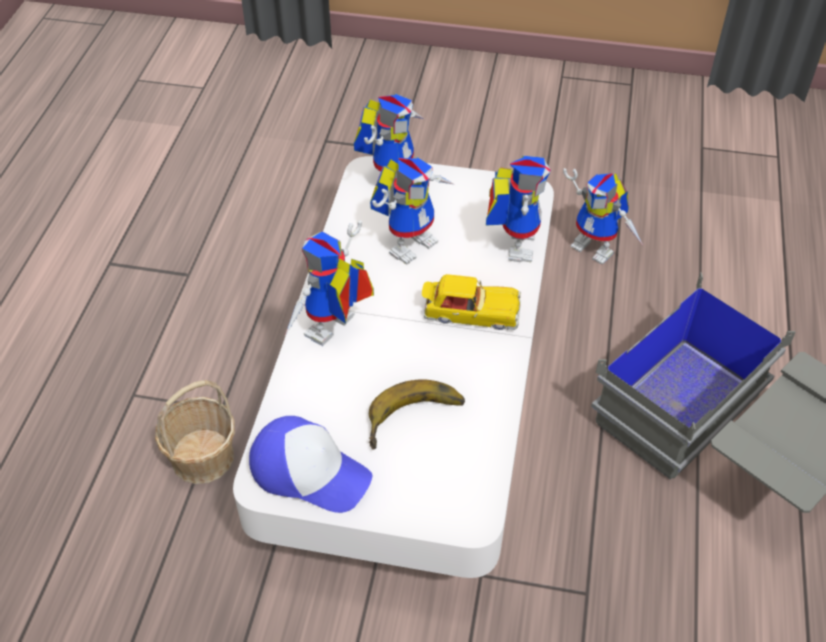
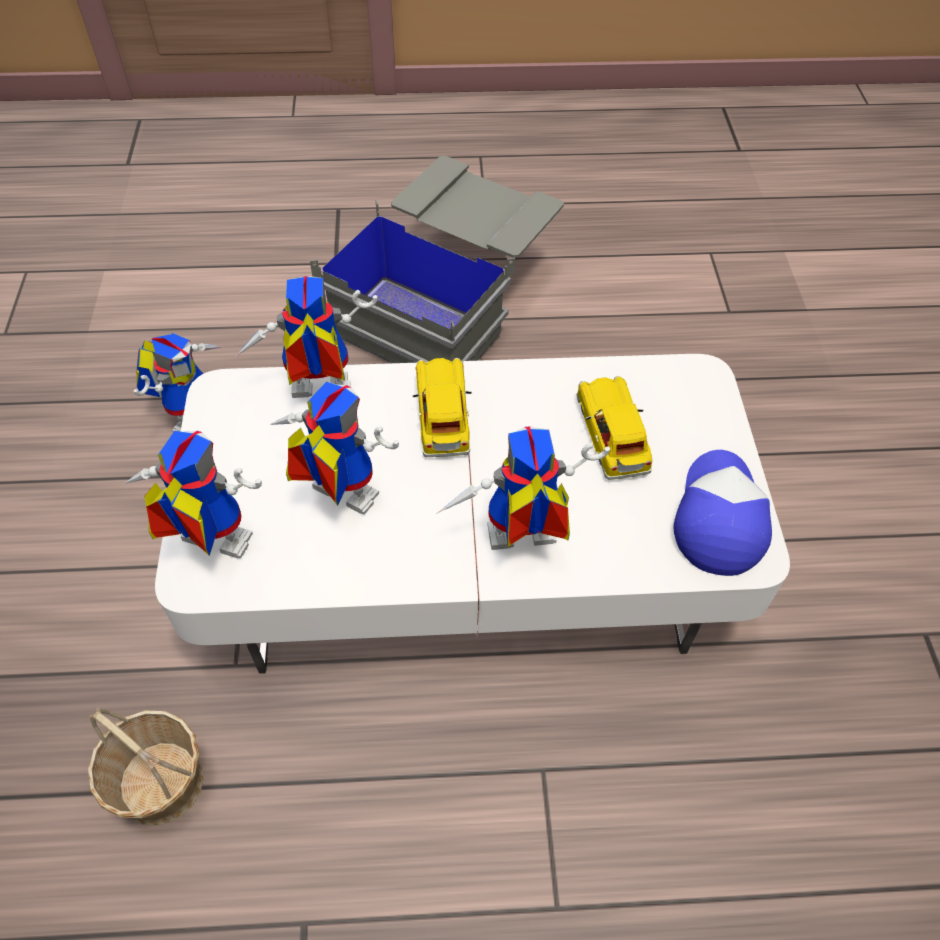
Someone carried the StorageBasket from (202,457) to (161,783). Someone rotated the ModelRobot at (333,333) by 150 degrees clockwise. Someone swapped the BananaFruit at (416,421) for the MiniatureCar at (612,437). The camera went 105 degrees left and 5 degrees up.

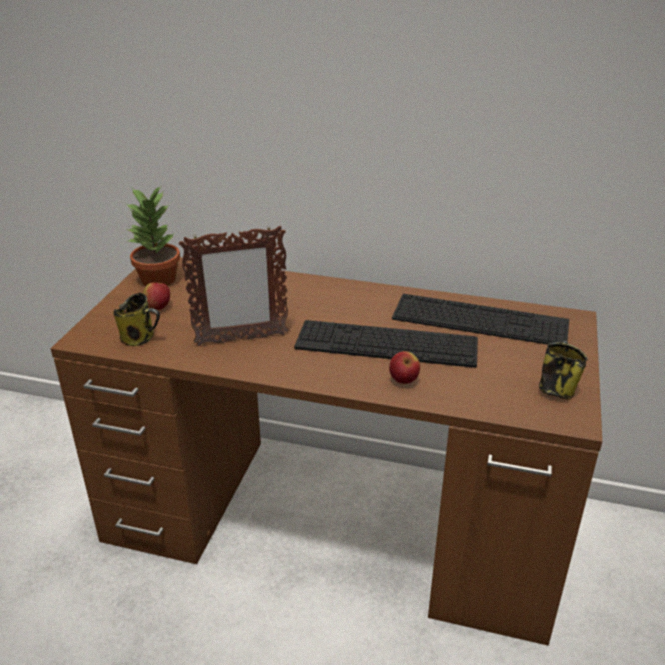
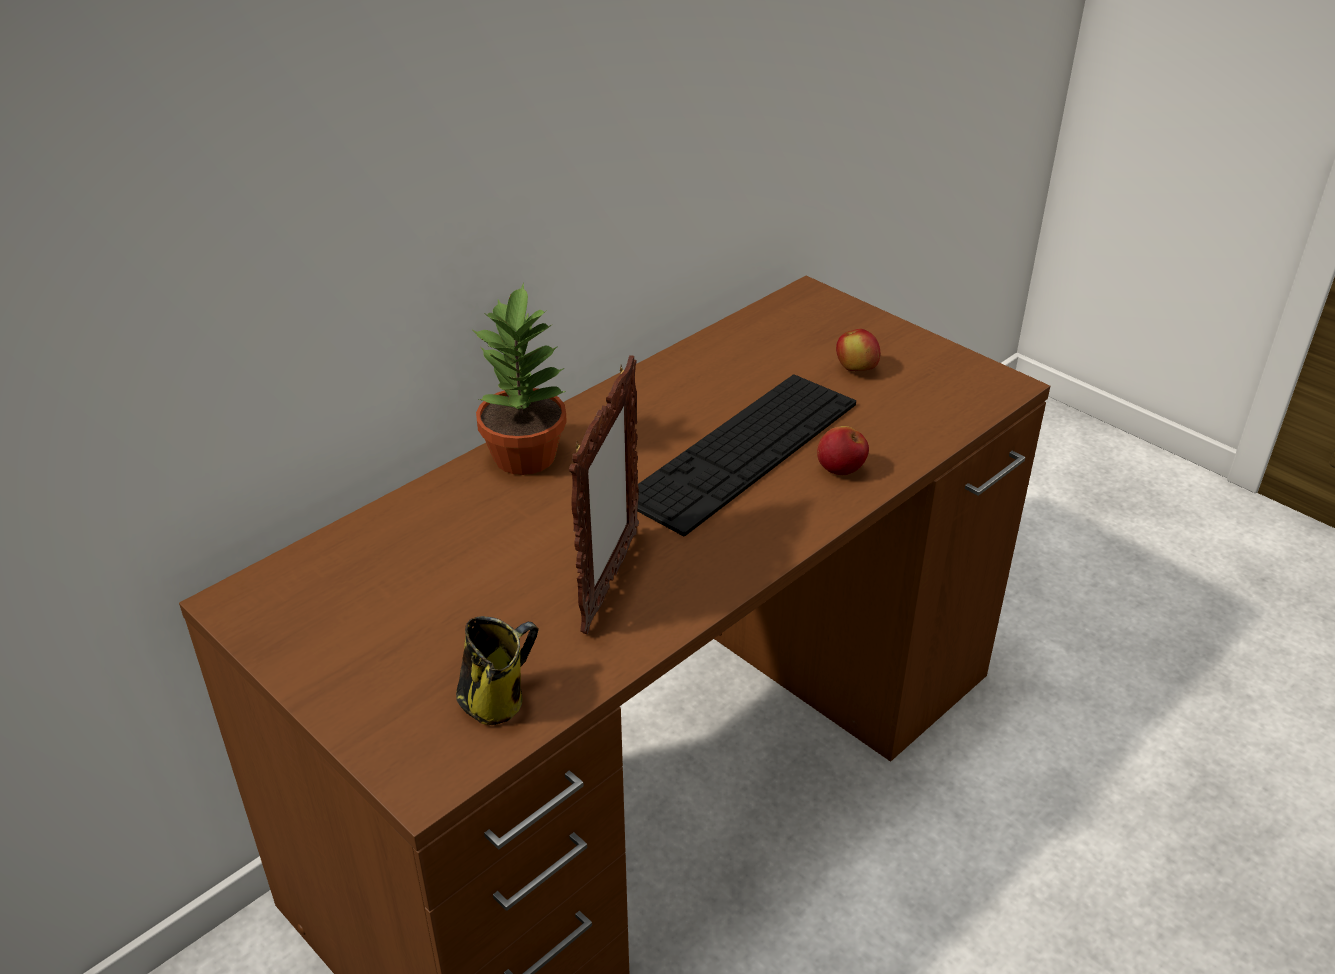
Someone carried the Houseplant from (159,280) to (526,456). Someone carried the AppleFruit from (158,307) to (856,369). Someone took away the Keyboard at (480,320). Someone took away the CoffeeMug at (556,389). The camera went 60 degrees left and 5 degrees up.

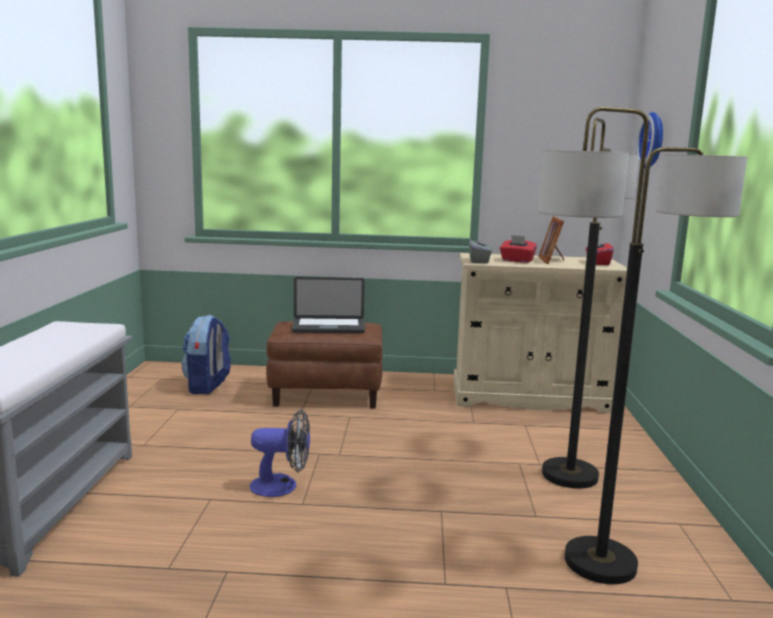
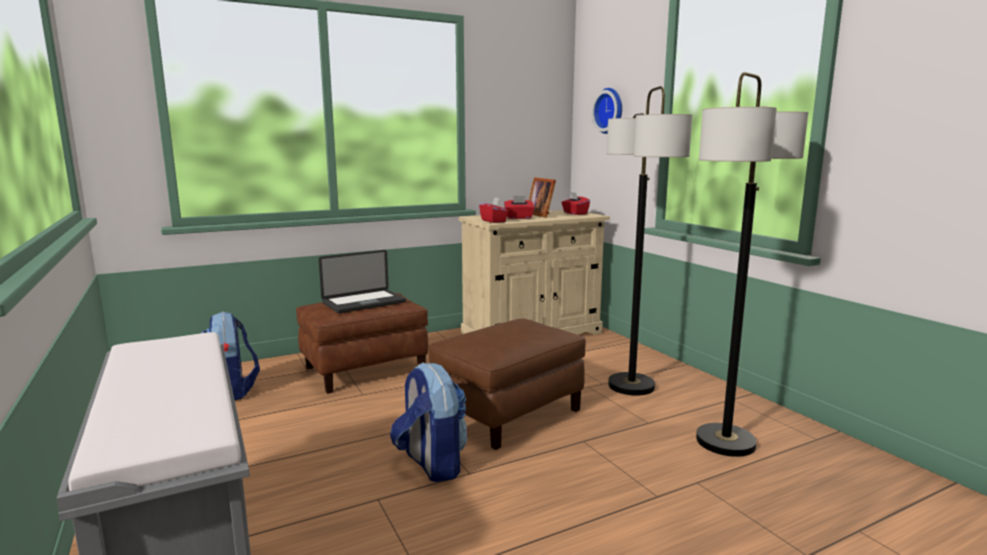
Someone swapped the CoolingFan at (282,486) for the Knapsack at (431,464). Someone put down the BrownColouredOttoman at (508,413). Someone repainted the GreyBoxOfTissues at (479,261), which became the RedColouredBoxOfTissues at (494,221). The camera went 30 degrees left and 0 degrees up.

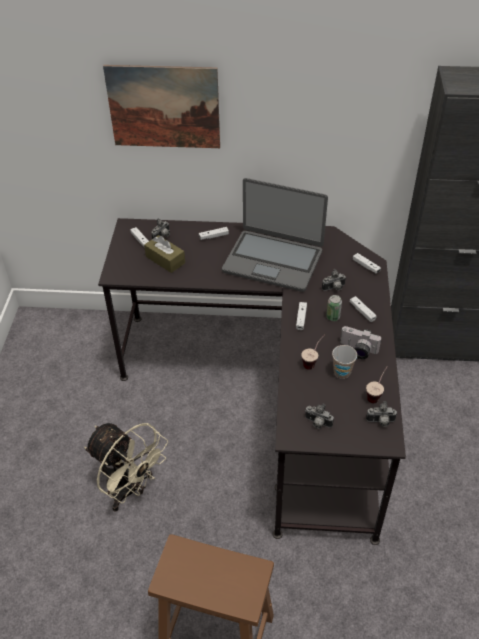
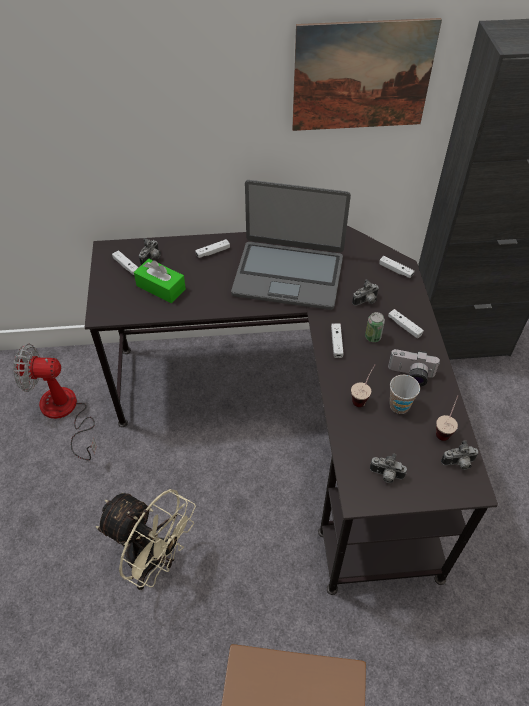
Someone put down the CoolingFan at (64,413). Someone repainted the BrownColouredBoxOfTissues at (165,260), which became the GreenBoxOfTissues at (161,287). Someone carried the WallArt from (164,107) to (362,76). The camera went 10 degrees left and 5 degrees up.

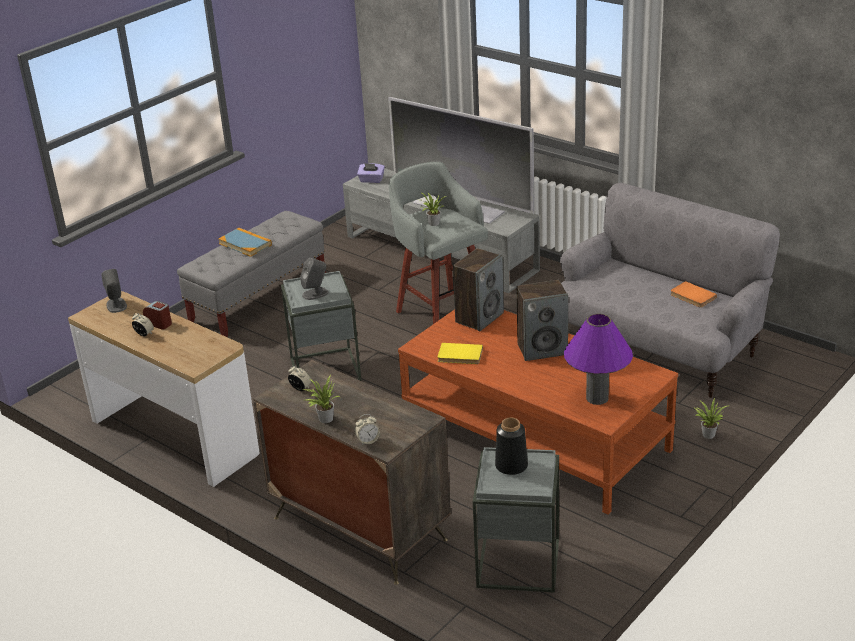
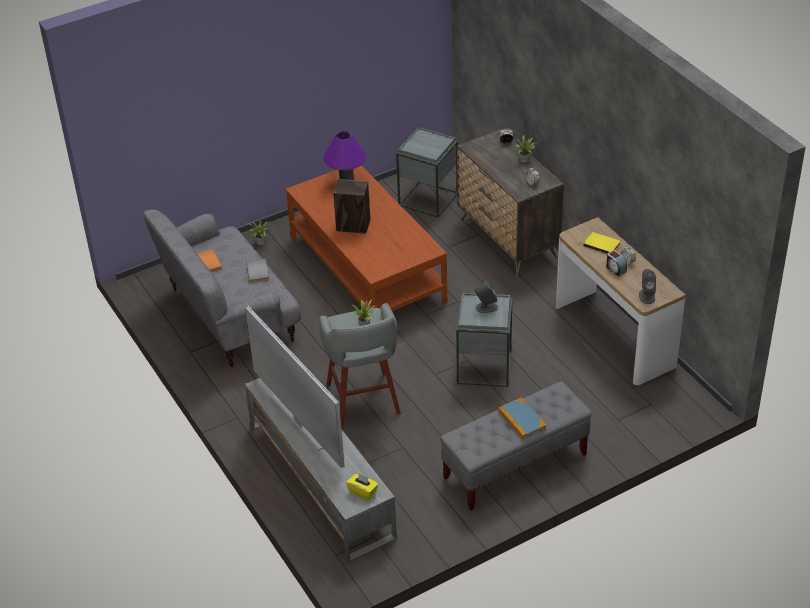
Someone put down the GreyBoundBook at (258,271). Someone repainted the PurpleBoxOfTissues at (371,180), which became the YellowBoxOfTissues at (363,491). Someone carried the YellowBoundBook from (460,356) to (602,244). Someone took away the Speaker at (479,317). Someone took away the BlackVase at (511,465). The camera went 160 degrees left and 10 degrees up.

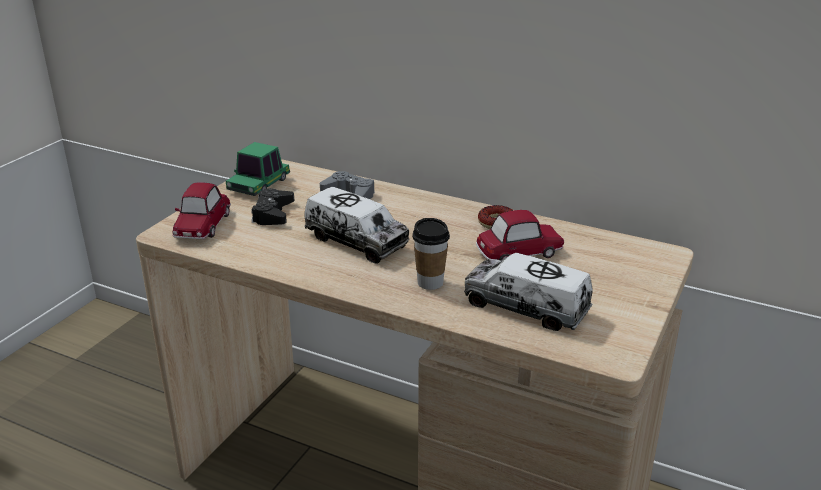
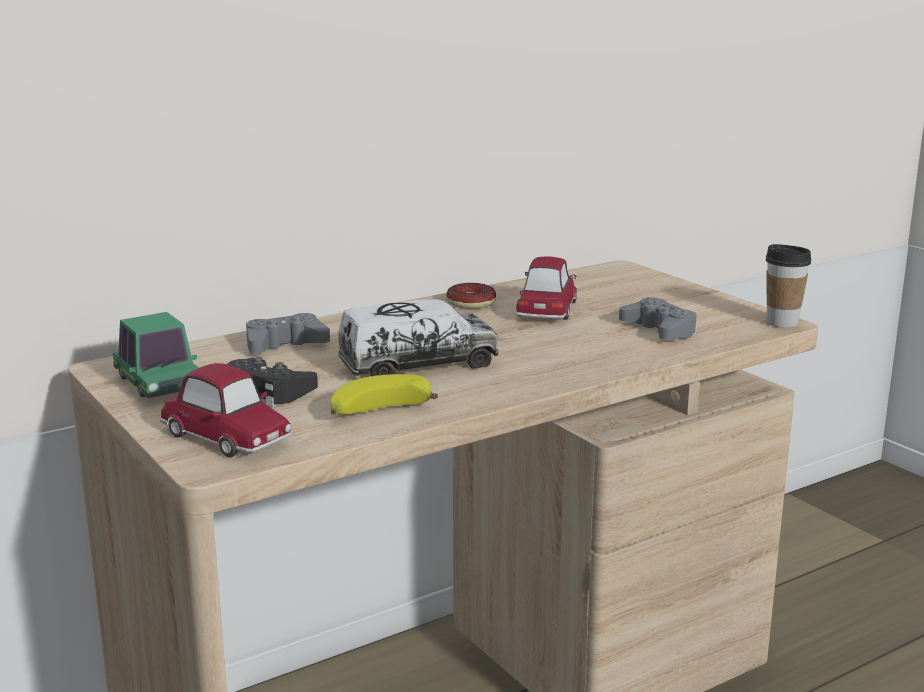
Someone put down the BananaFruit at (378,413). Someone swapped the ToyLorry at (526,307) for the GreyGamepad at (659,330). Someone carried the DrinkingCup from (430,283) to (782,323). The camera went 60 degrees left and 10 degrees down.

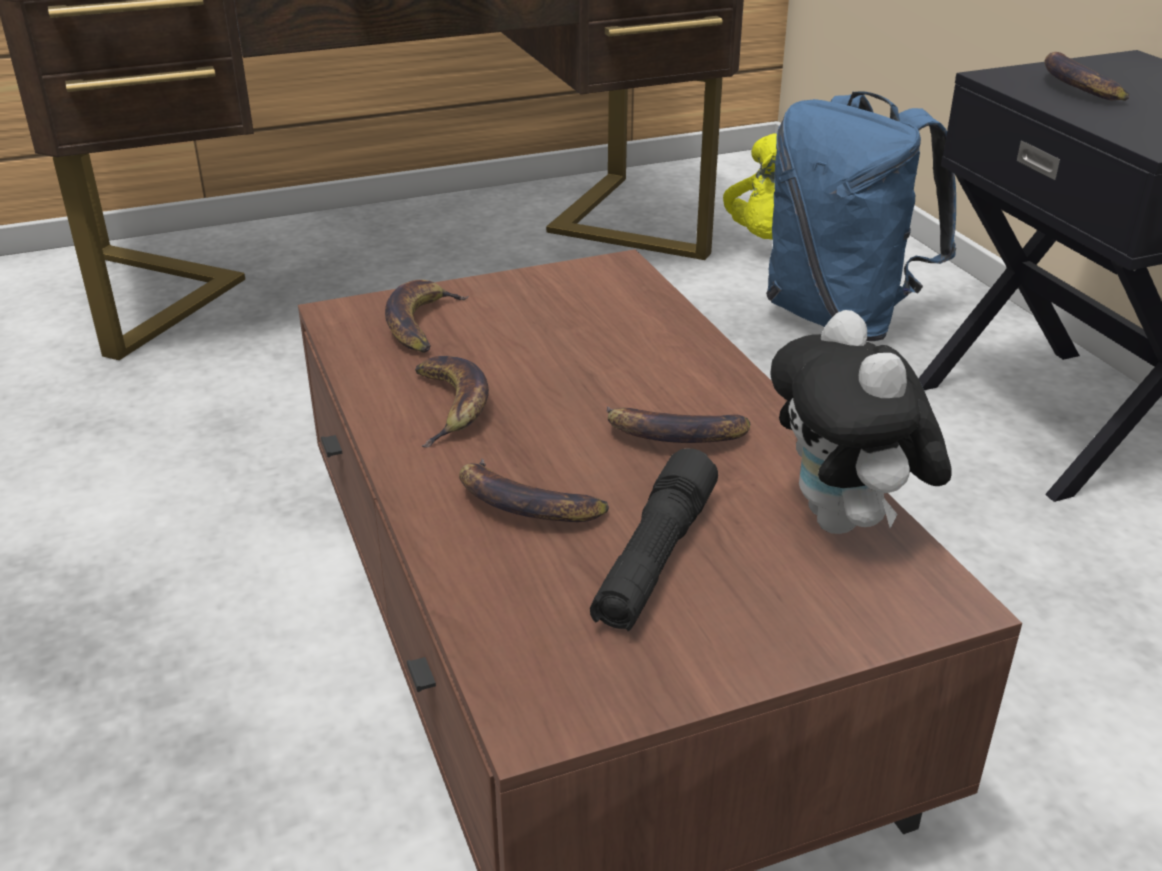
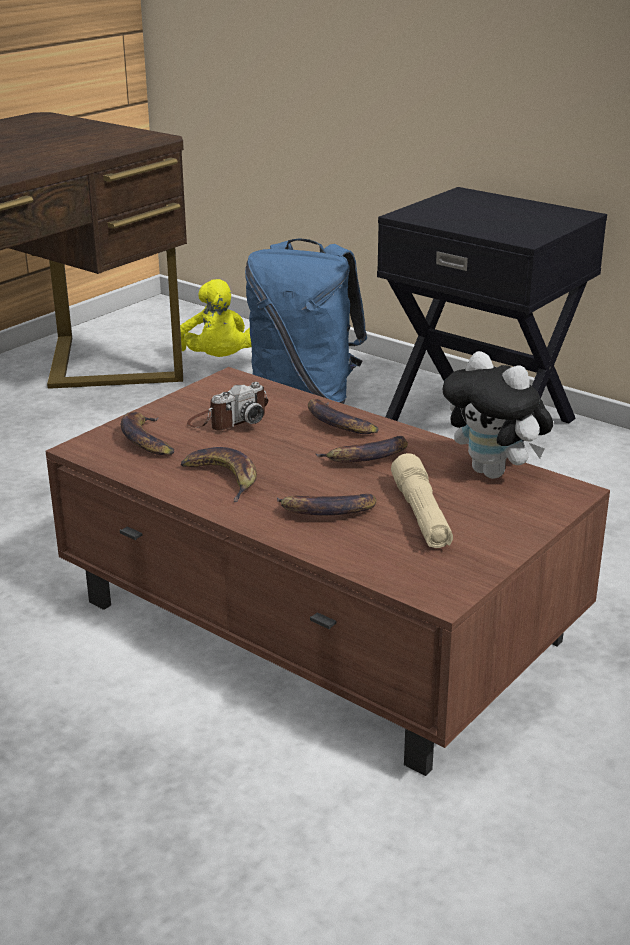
Someone put down the StillCamera at (228,420). Someone carried the BananaFruit from (1077,87) to (338,424). Someone repainted the BlackFlashlight at (654,559), which became the SandColouredFlashlight at (421,515). The camera went 30 degrees left and 5 degrees down.

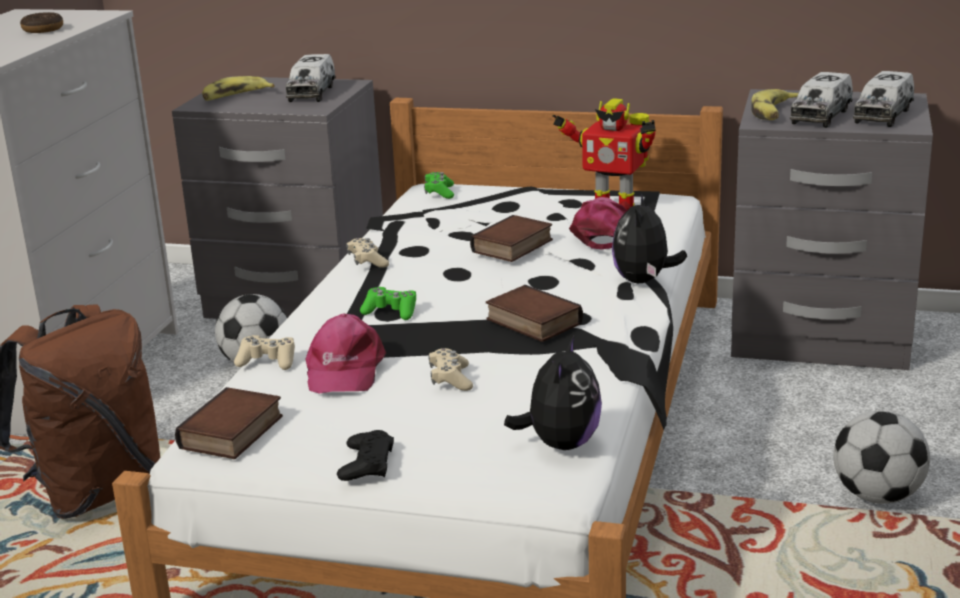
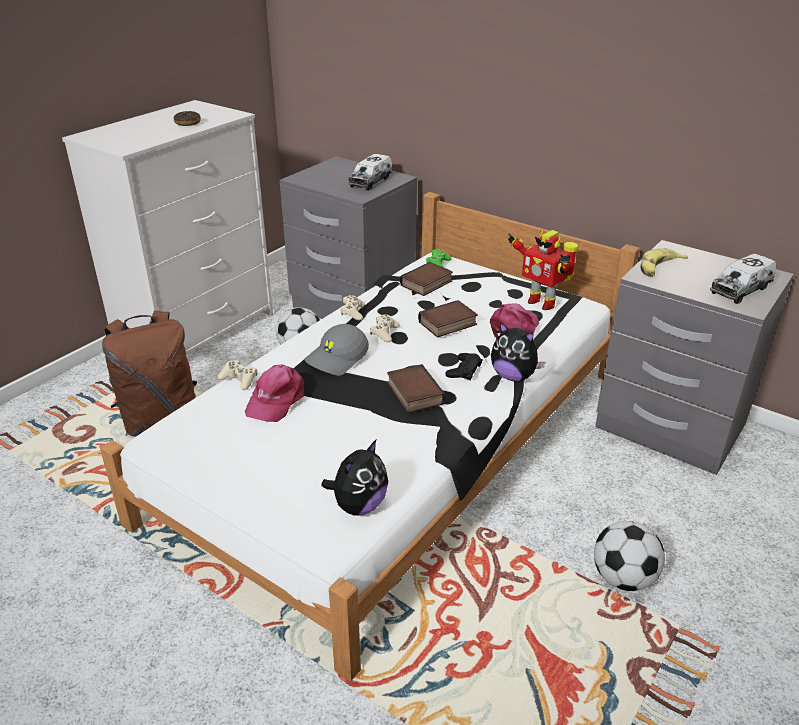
Someone swapped the GreenGamepad at (391,311) for the GreyPeakedCap at (337,359). Someone carried the SandColouredGamepad from (450,379) to (384,333). Someone carried the BoundBook from (233,433) to (427,284). Someone carried the BlackGamepad from (366,463) to (464,370). Someone rotated the PlushToy at (644,281) by 90 degrees counterclockwise. Someone took away the BananaFruit at (235,97). Someone took away the ToyLorry at (821,116). The camera went 20 degrees right and 10 degrees up.

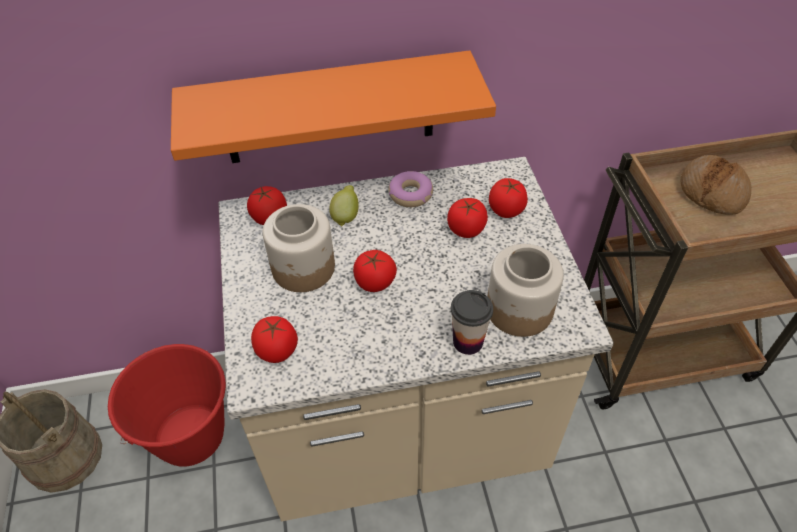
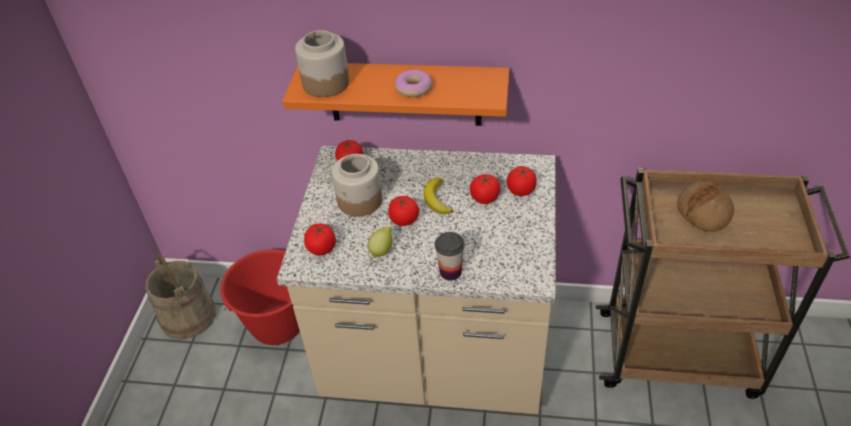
Someone carried the Jar from (518,309) to (325,83). Someone carried the CitrusFruit from (346,216) to (382,250). Someone carried the RingDoughnut from (410,194) to (413,88). Someone put down the BananaFruit at (436,199). The camera went 20 degrees right and 5 degrees down.

